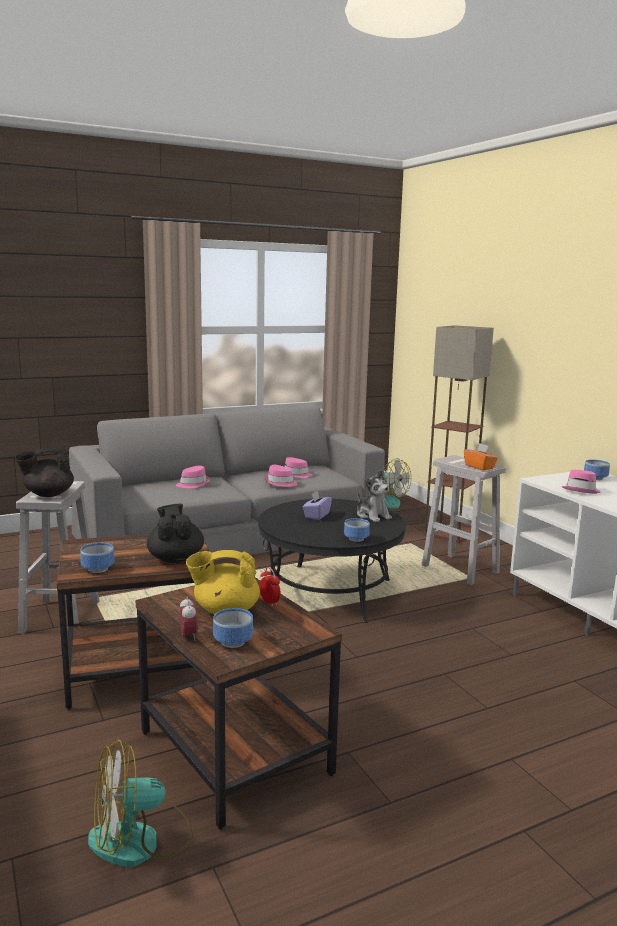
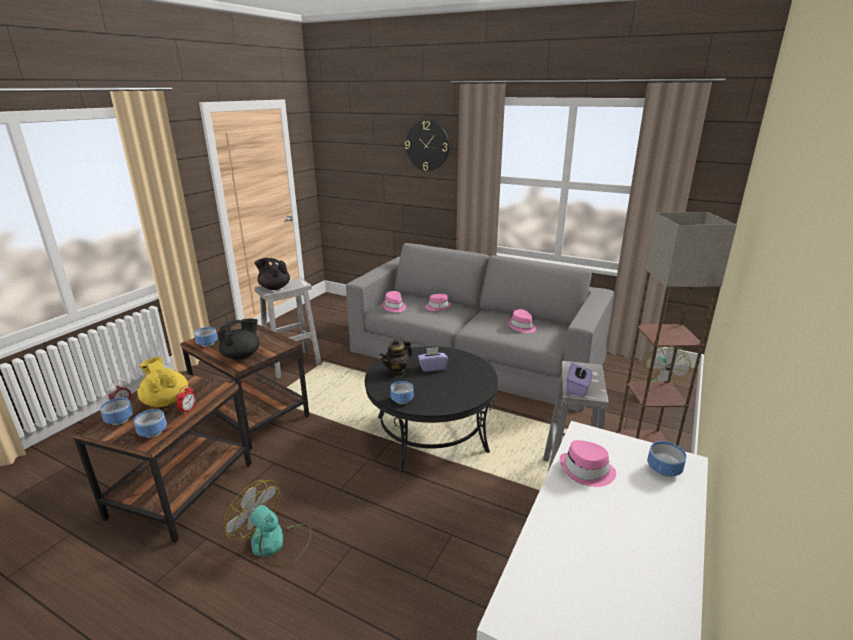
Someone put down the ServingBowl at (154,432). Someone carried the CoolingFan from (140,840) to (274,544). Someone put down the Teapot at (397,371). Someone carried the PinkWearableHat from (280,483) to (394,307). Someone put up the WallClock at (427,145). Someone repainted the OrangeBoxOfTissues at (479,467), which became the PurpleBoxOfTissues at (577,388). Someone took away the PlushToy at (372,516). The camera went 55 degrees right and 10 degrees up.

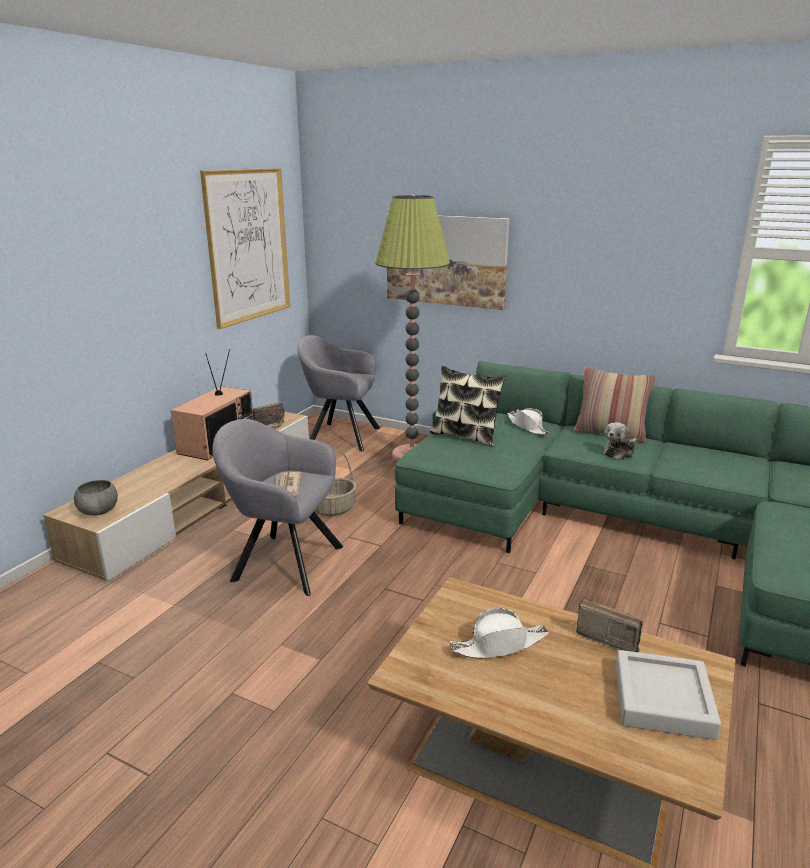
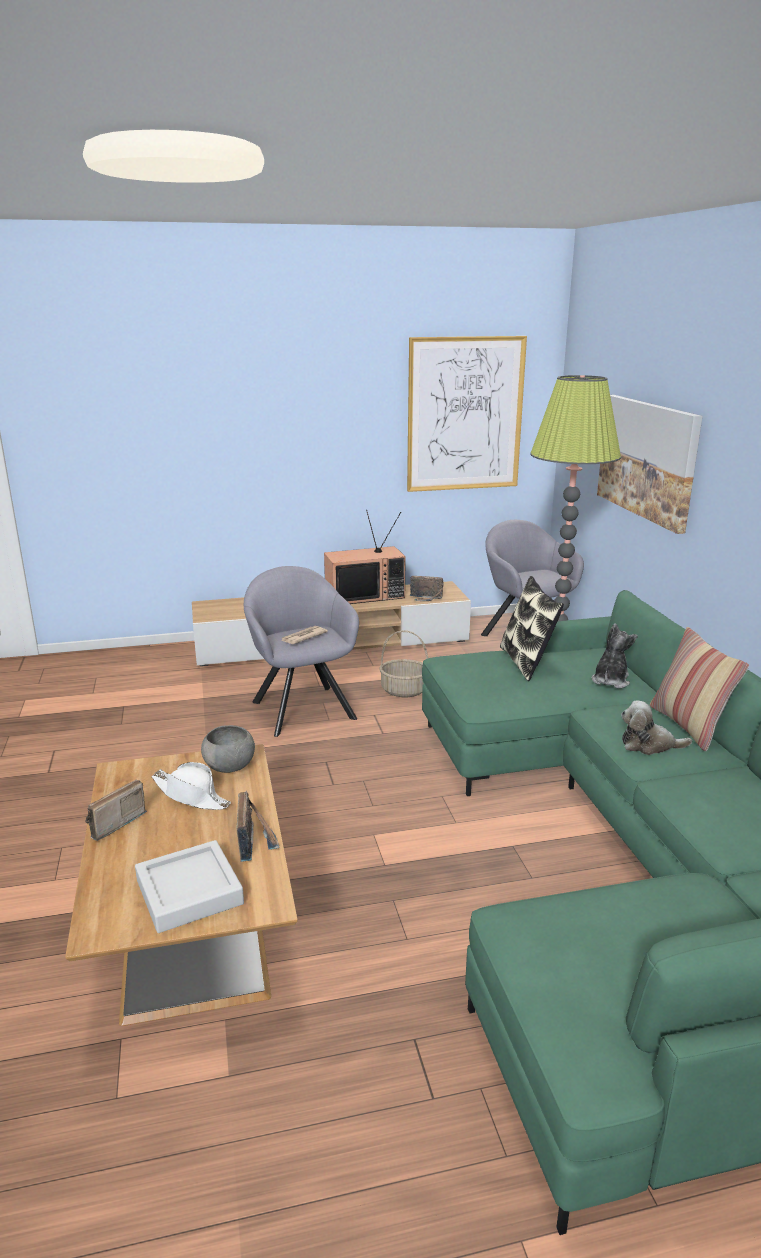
Someone put down the Radio at (112,824). Someone carried the GreyServingBowl from (98,511) to (229,766). Someone swapped the WhiteColouredWearableHat at (528,426) for the PlushToy at (610,680). The camera went 50 degrees right and 0 degrees up.

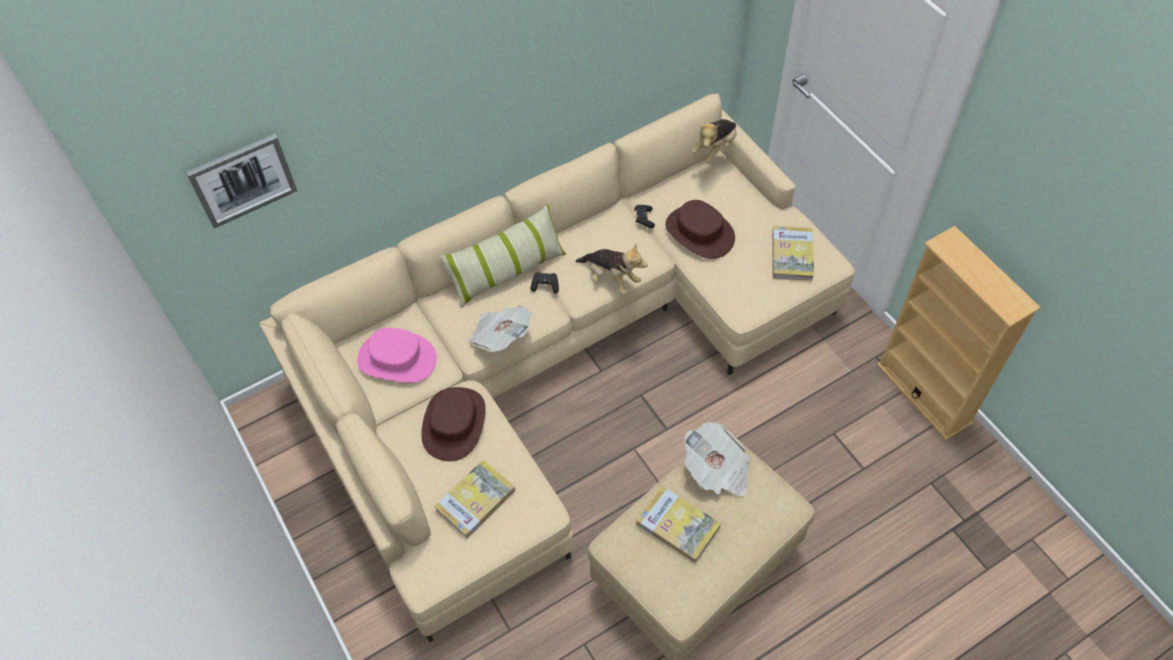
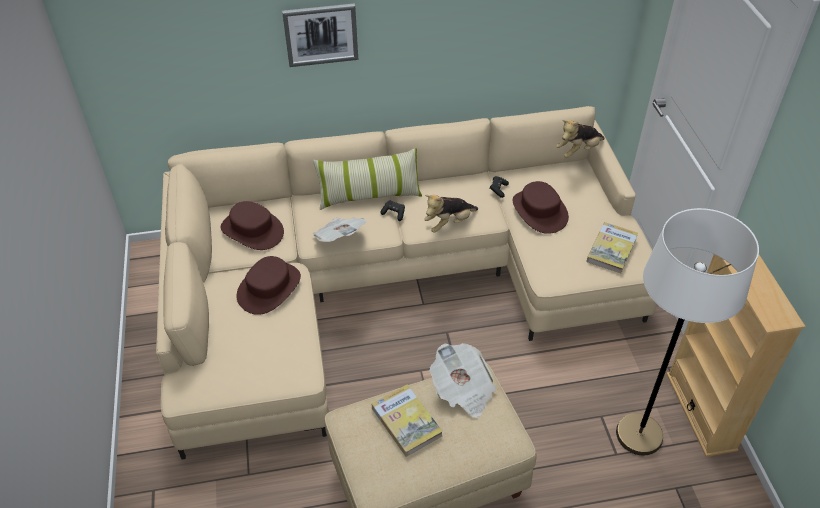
Someone repainted the PinkWearableHat at (397,359), which became the BrownColouredWearableHat at (252,230). Someone carried the WallArt from (242,179) to (321,34). Someone rotated the PlushToy at (611,278) by 90 degrees clockwise. Someone put down the WhiteColouredStandingLamp at (639,435). Someone took away the BoundBook at (475,500). The camera went 20 degrees right and 10 degrees down.

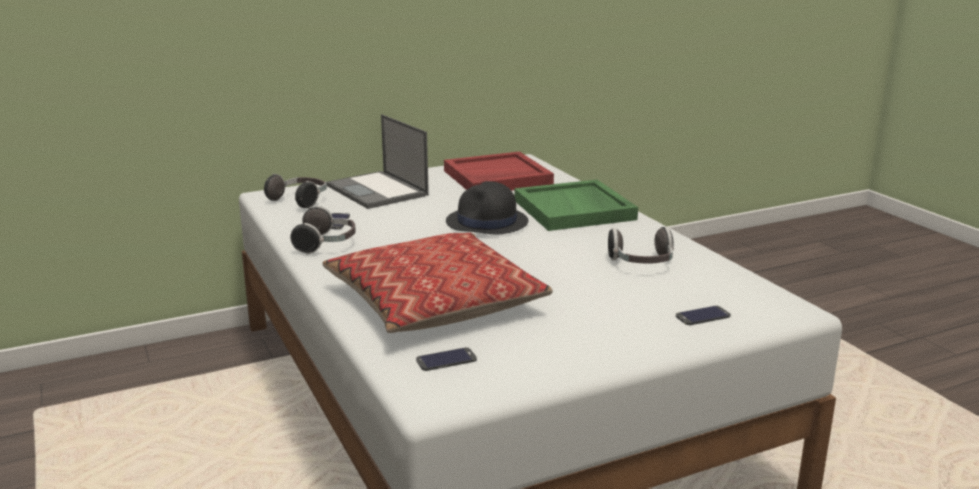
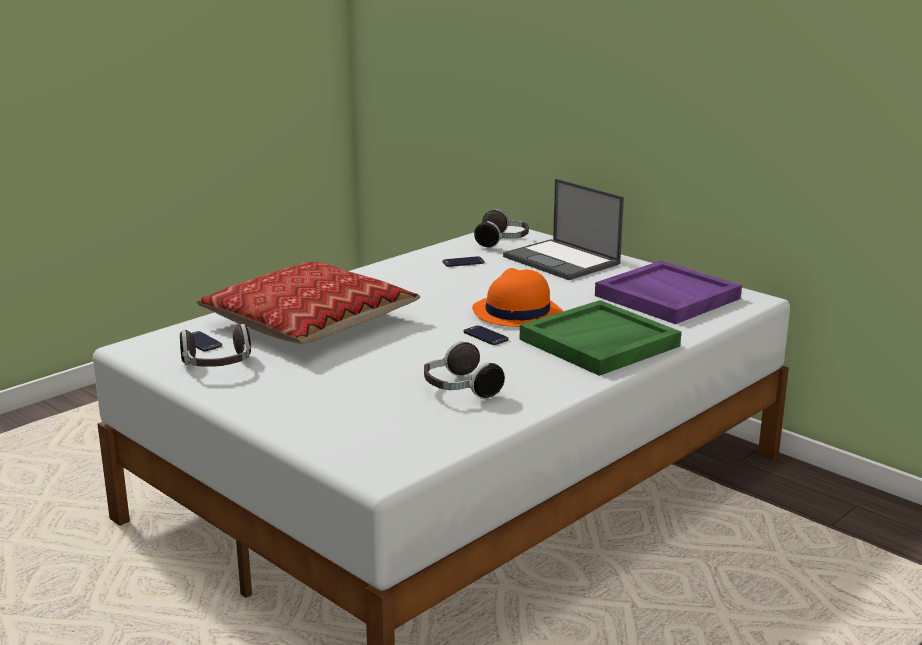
Someone carried the Headphones from (326,244) to (217,366). Someone carried the Handset from (702,316) to (485,336). Someone repainted the BlackWearableHat at (487,223), which became the OrangeWearableHat at (516,312). Someone rotated the NotebookComputer at (378,191) by 75 degrees counterclockwise. Someone repainted the RedColouredServingTray at (497,178), which became the PurpleServingTray at (665,297). The camera went 70 degrees right and 0 degrees up.

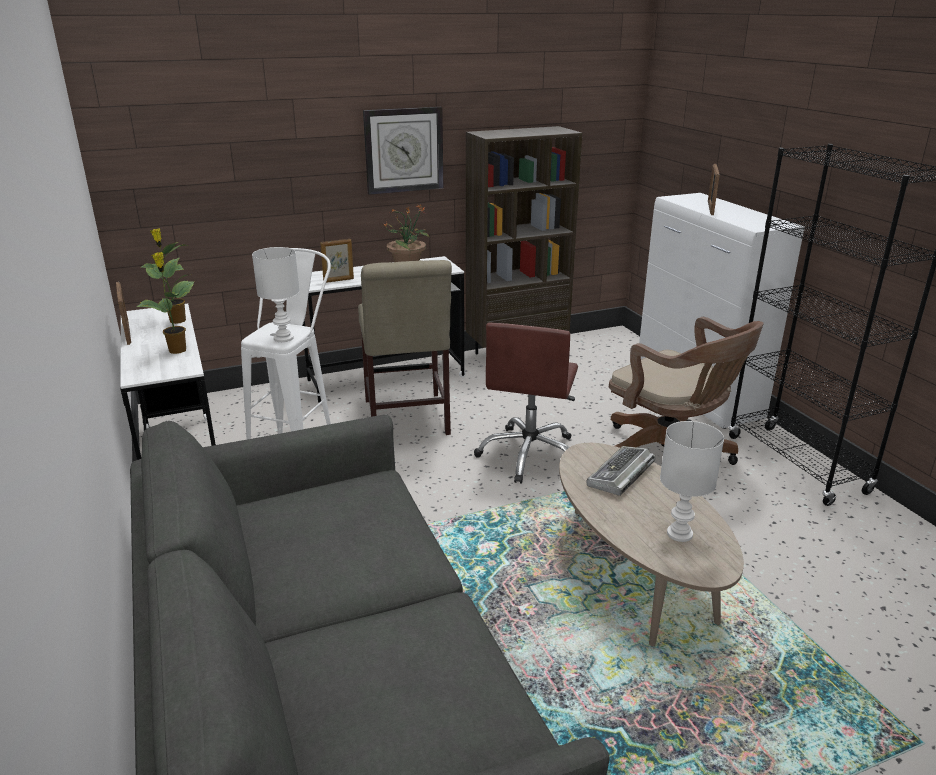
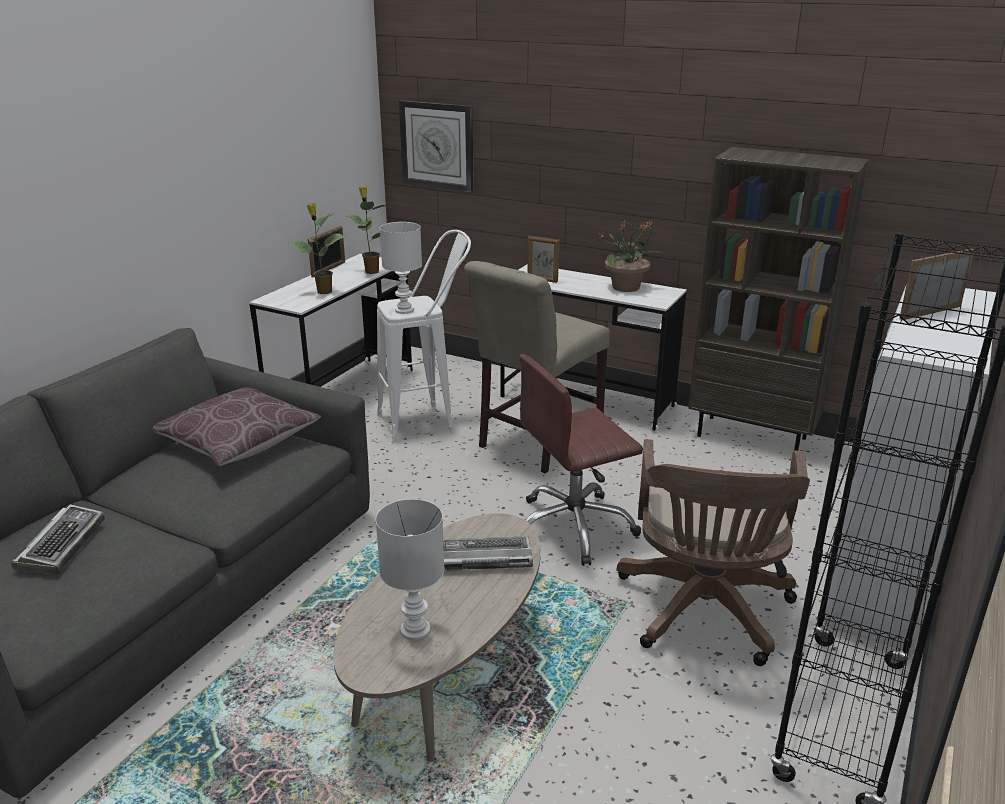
Someone put down the Keyboard at (62,545). Someone put down the BrownColouredThrowPillow at (239,442). Someone carried the WallClock from (404,150) to (437,145). The camera went 50 degrees right and 0 degrees up.

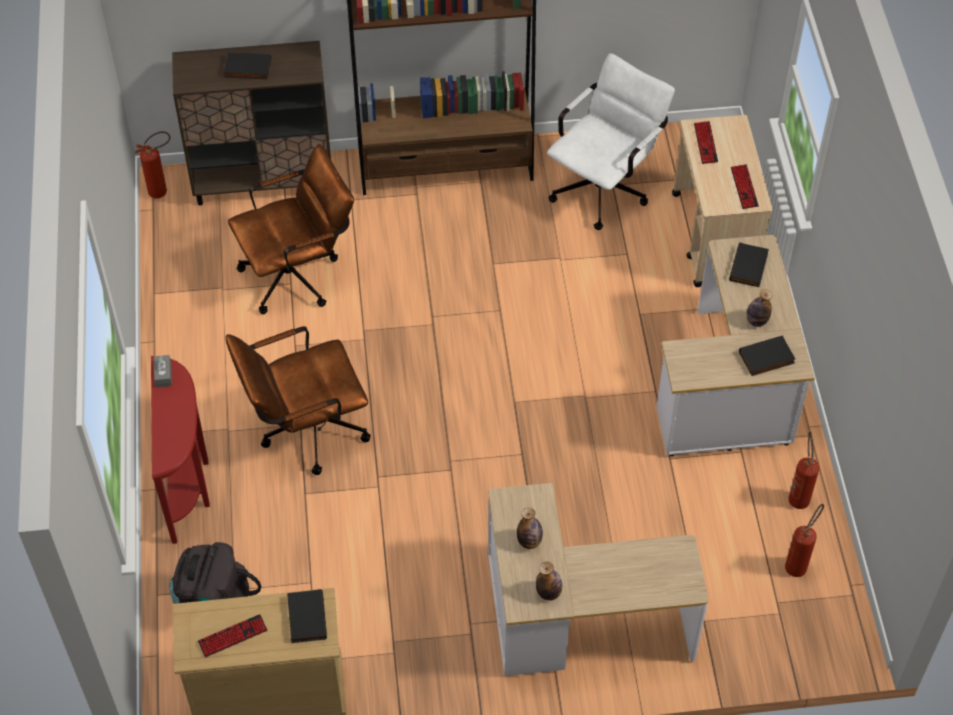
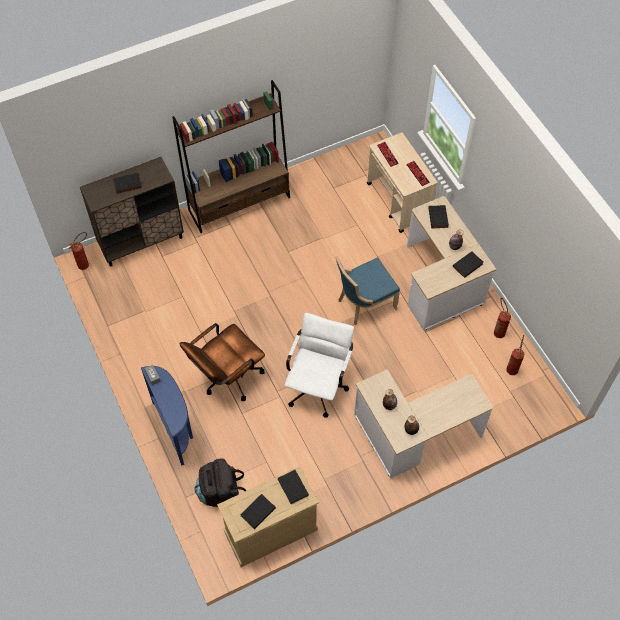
Someone repainted the RedColouredNarrowTable at (189,484), which became the BluishNarrowTable at (176,429). Someone swapped the Keyboard at (232,636) for the BlackBoundBook at (257,511). Someone carried the WhiteColouredComputerChair from (604,186) to (318,384). Someone put down the BluishPlainChair at (364,304). Someone took away the BrownColouredComputerChair at (298,274). The camera went 20 degrees left and 5 degrees up.

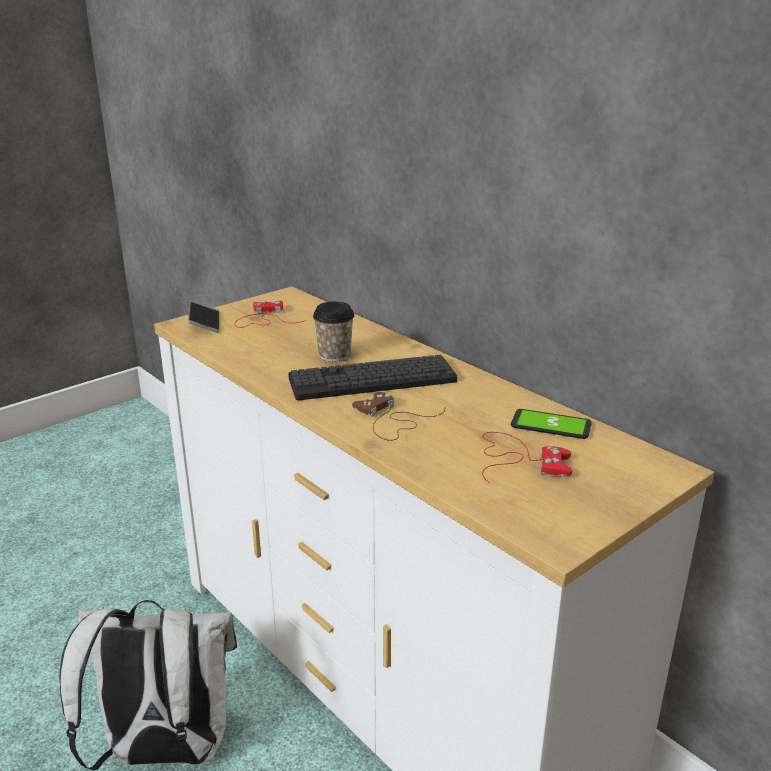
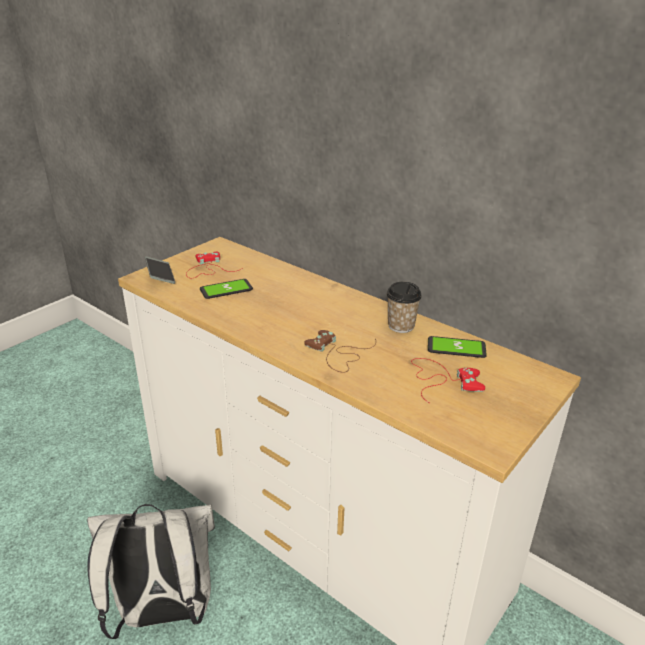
Someone put down the Handset at (226,290). Someone carried the DrinkingCup from (334,355) to (401,326). Someone took away the Keyboard at (372,379). The camera went 10 degrees left and 5 degrees up.

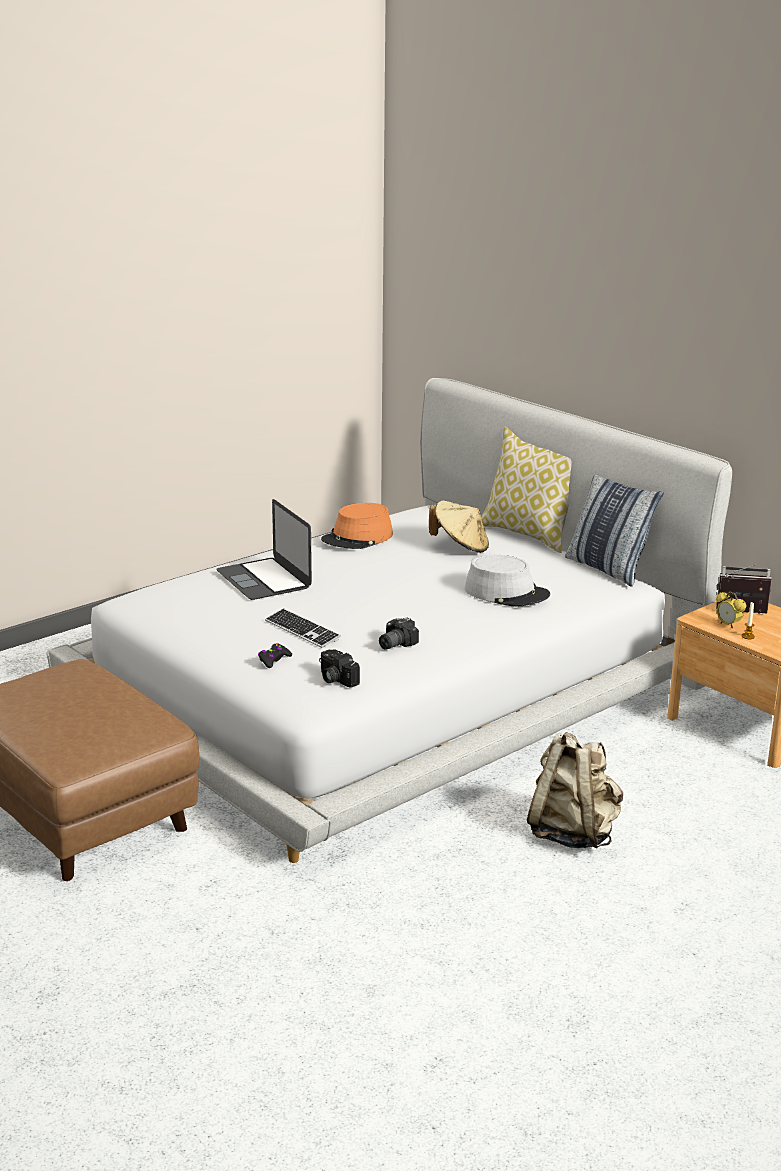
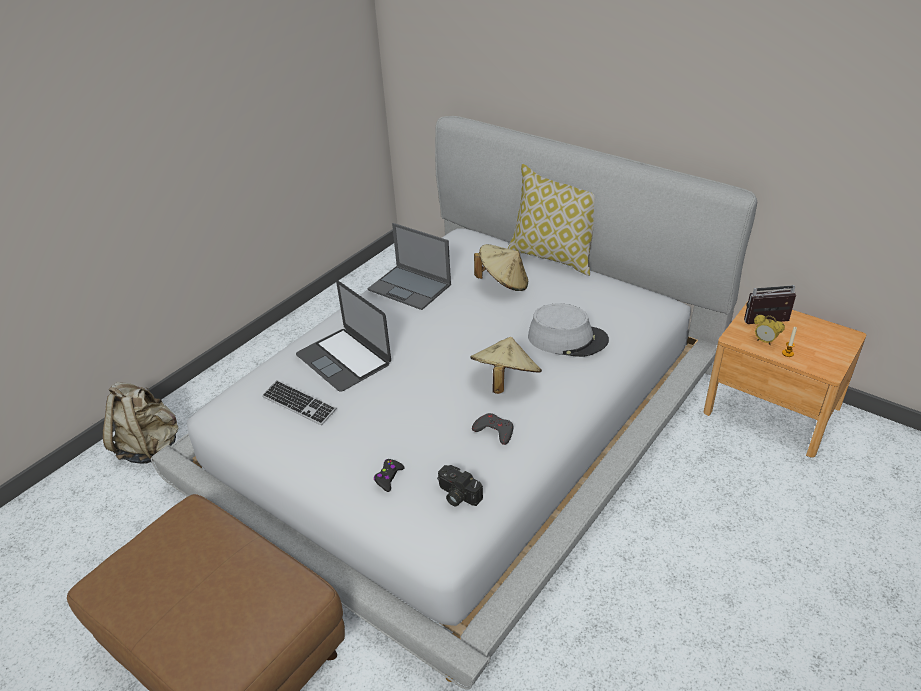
Someone carried the SandColouredKnapsack from (572,833) to (150,447). Someone carried the Keyboard from (302,630) to (299,404). Someone swapped the OrangeWearableHat at (357,538) for the NotebookComputer at (410,287). Someone put down the SandColouredWearableHat at (505,381). Someone swapped the StillCamera at (394,644) for the GreyGamepad at (494,431). Someone took away the ThrowPillow at (608,569). The camera went 10 degrees left and 15 degrees up.

